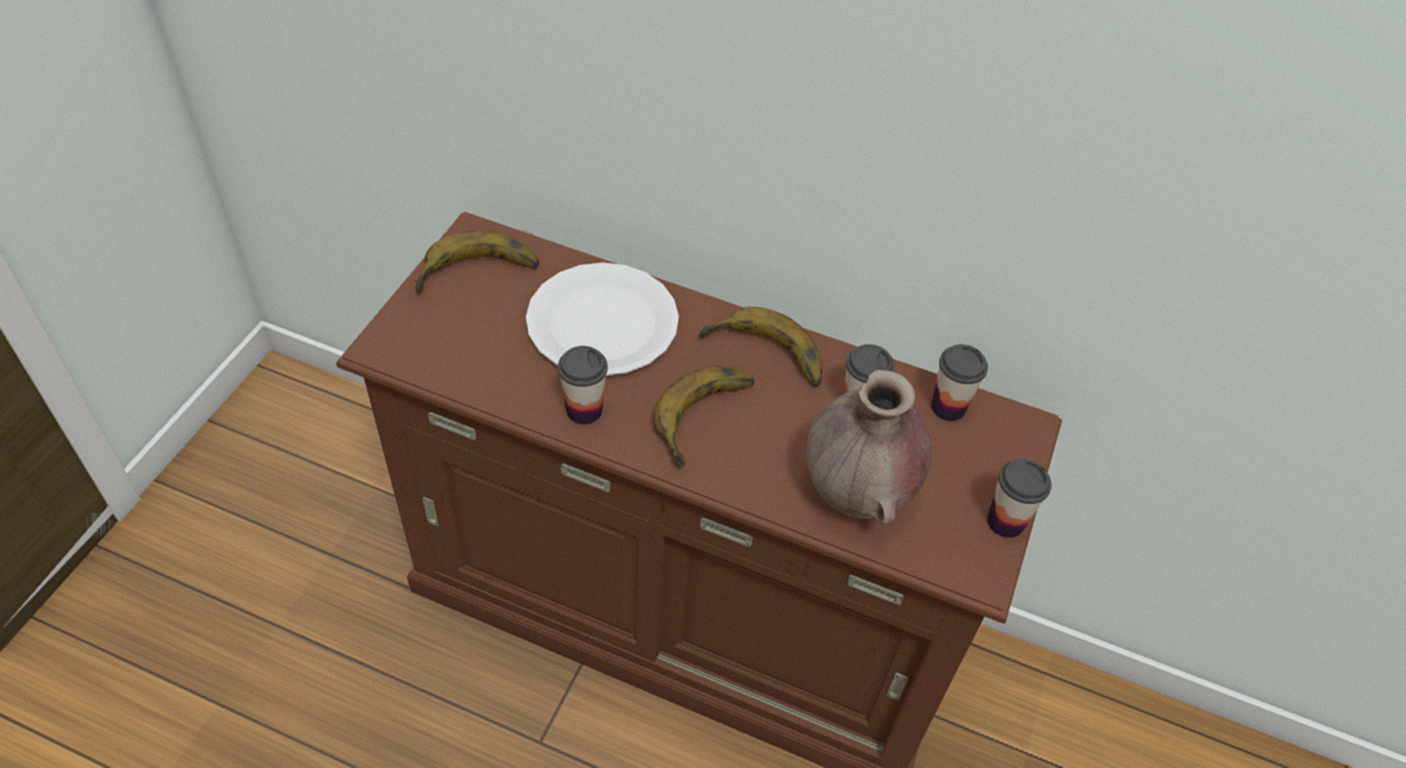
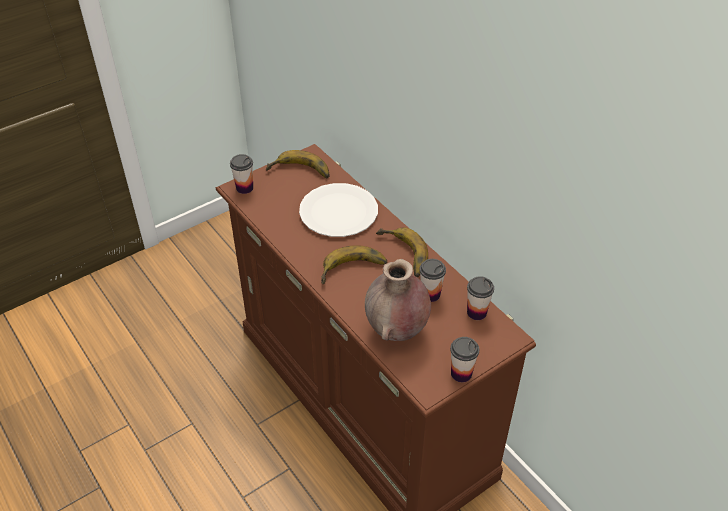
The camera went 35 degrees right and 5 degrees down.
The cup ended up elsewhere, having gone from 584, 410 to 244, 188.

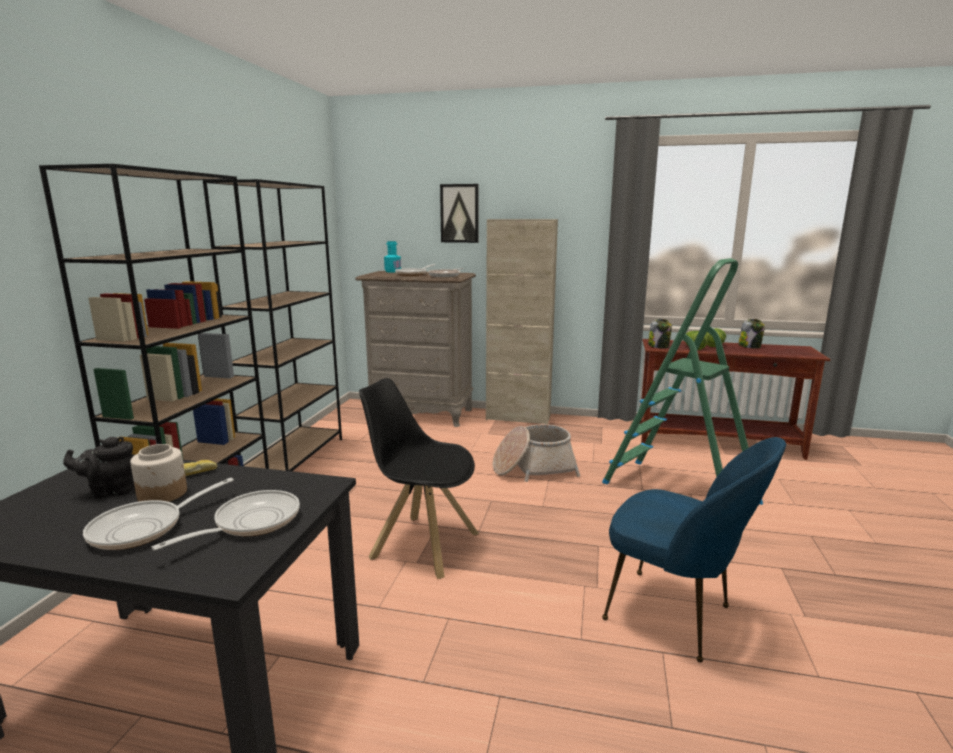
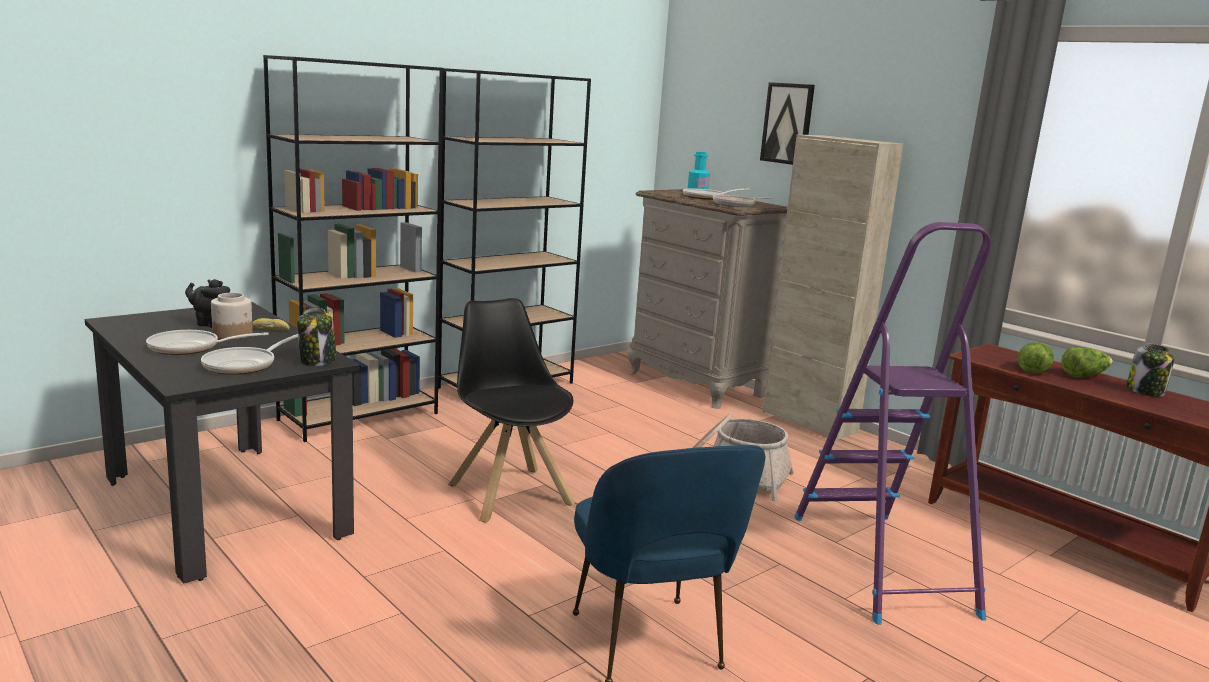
The camera went 35 degrees right and 0 degrees up.
What was the step ladder (green) at 678, 492 turned into the step ladder (purple) at 879, 562.
The jar ended up elsewhere, having gone from 659, 346 to 318, 361.
The frying pan at 250, 523 ended up facing another way, 135 degrees clockwise from before.

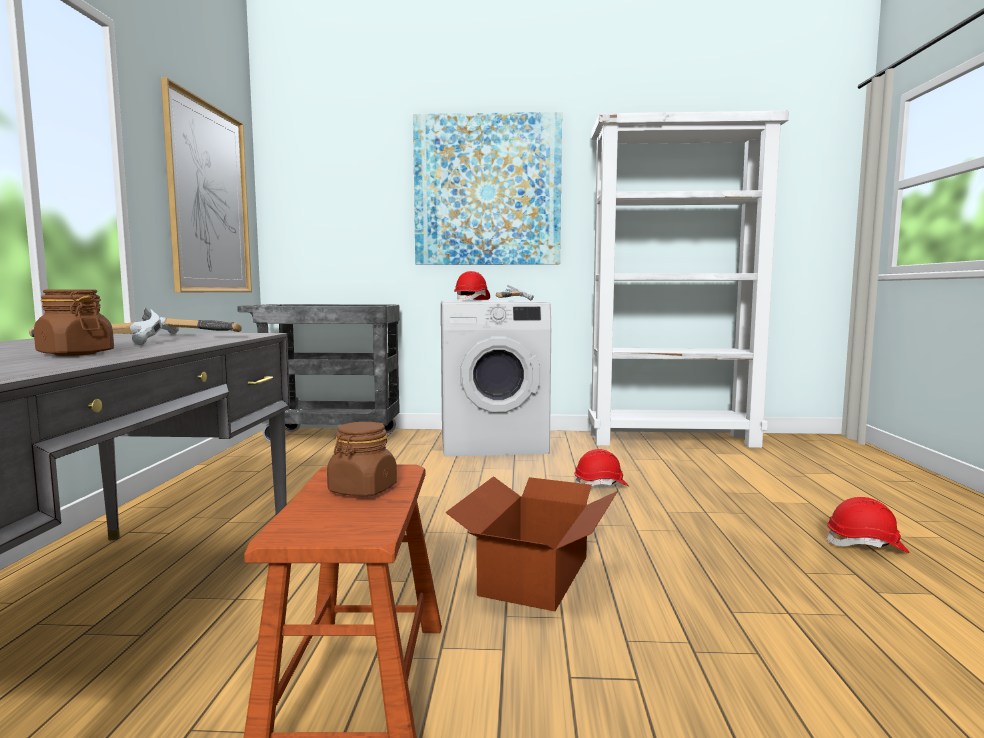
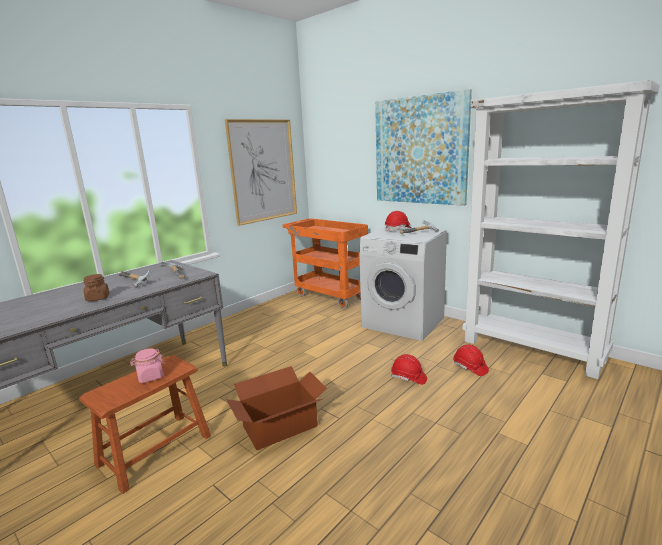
The camera went 40 degrees right and 10 degrees up.
What was the cart (black) at 327, 437 turned into the cart (orange) at 328, 297.
What was the jar (brown) at 362, 490 turned into the jar (pink) at 150, 377.
The hard hat (red) ended up elsewhere, having gone from 866, 545 to 470, 368.

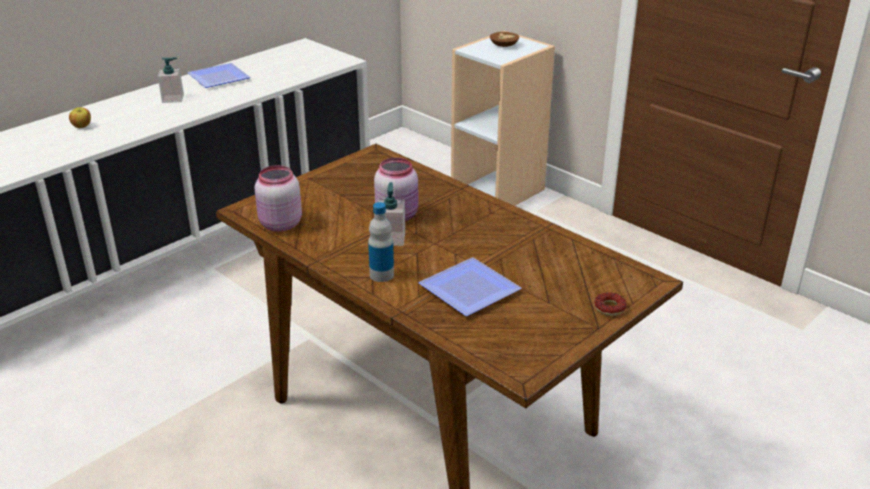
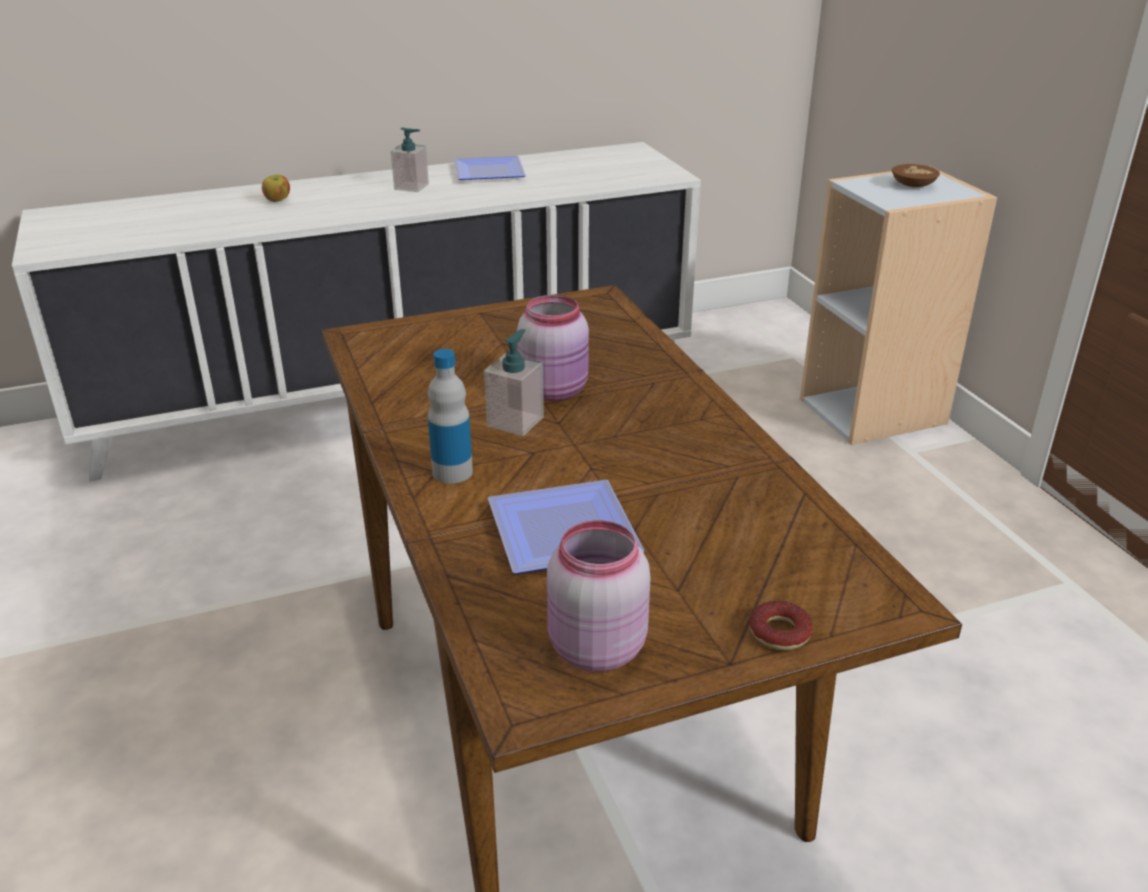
The camera went 25 degrees right and 0 degrees up.
The jar (pink) ended up elsewhere, having gone from 279, 225 to 594, 648.

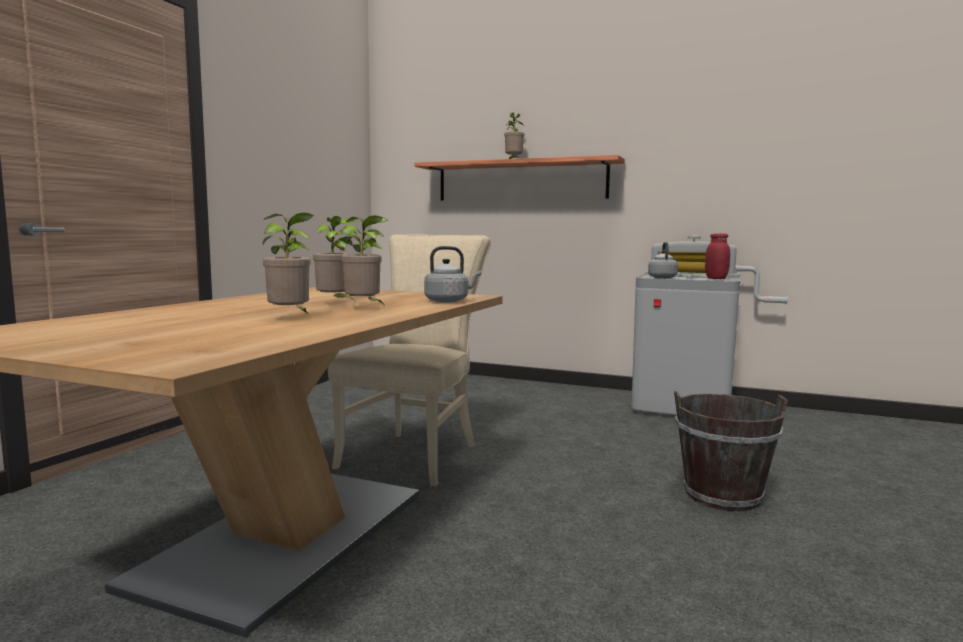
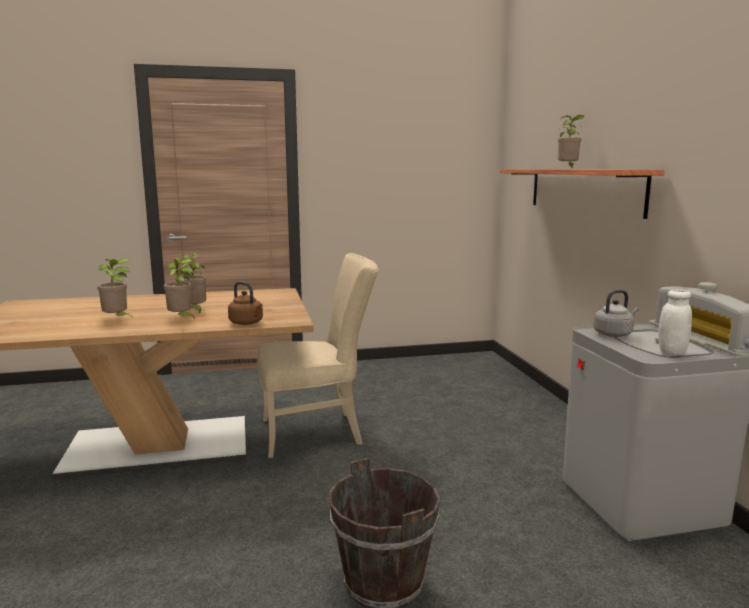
The camera went 55 degrees right and 5 degrees up.
What was the jar (red) at 716, 279 turned into the jar (white) at 672, 352.
What was the kettle (grey) at 449, 301 turned into the kettle (brown) at 247, 323.

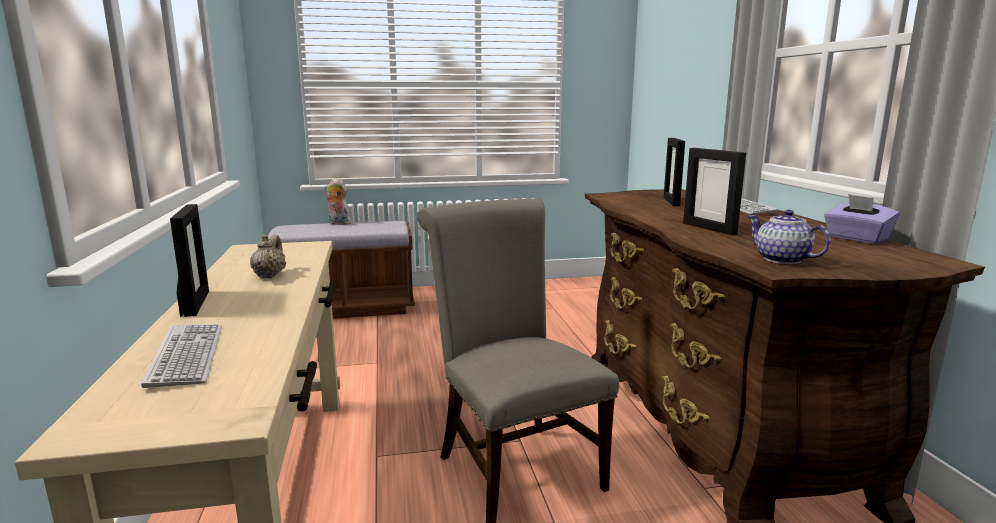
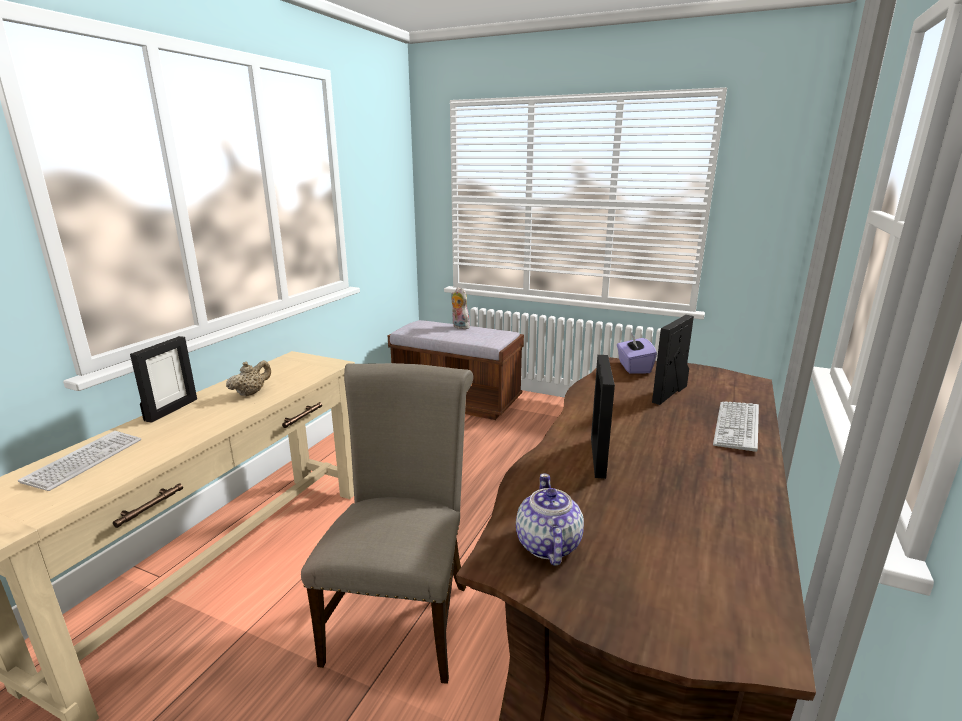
The camera went 35 degrees right and 5 degrees up.
The tissue box (purple) ended up elsewhere, having gone from 856, 239 to 633, 367.

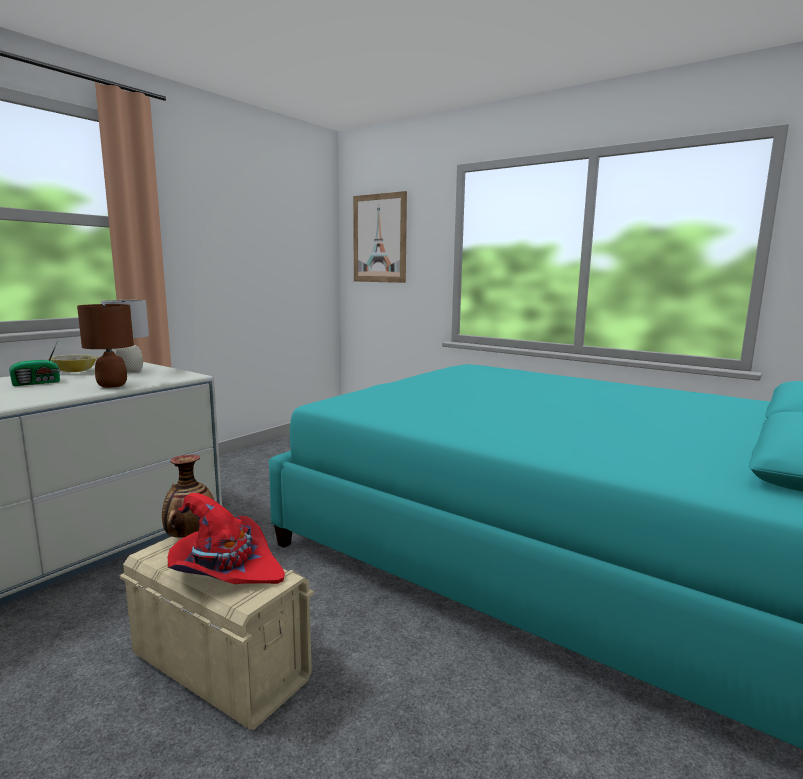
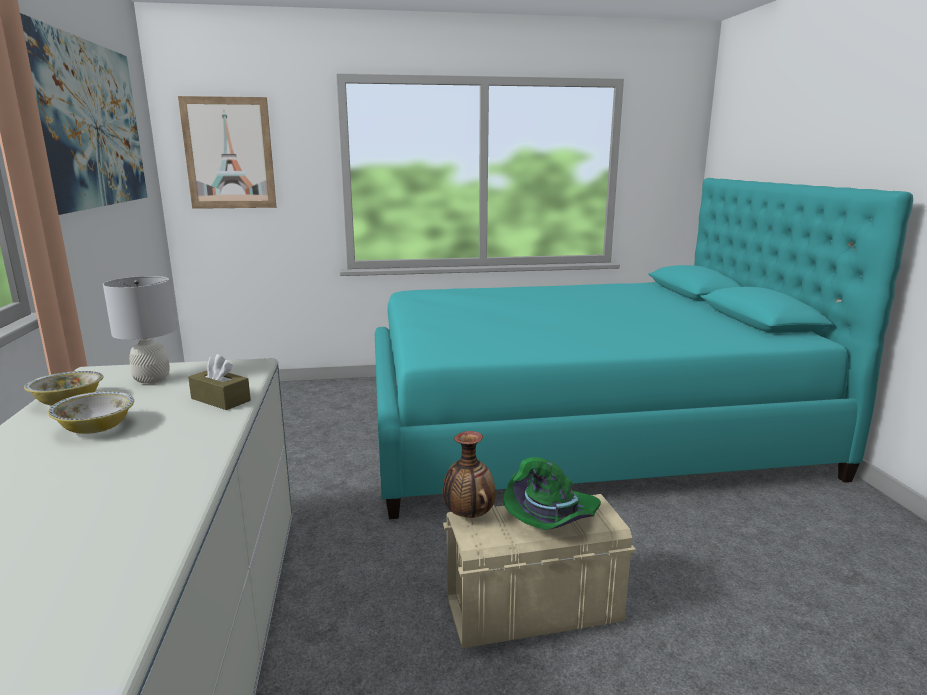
The camera went 45 degrees left and 5 degrees up.
Where the table lamp (brown) stood at 111, 386, the tissue box (brown) came to stand at 220, 399.
Where the radio stood at 38, 383, the bowl came to stand at 96, 428.
What was the hat (red) at 225, 570 turned into the hat (green) at 551, 517.
The second view gained the picture at 88, 124.

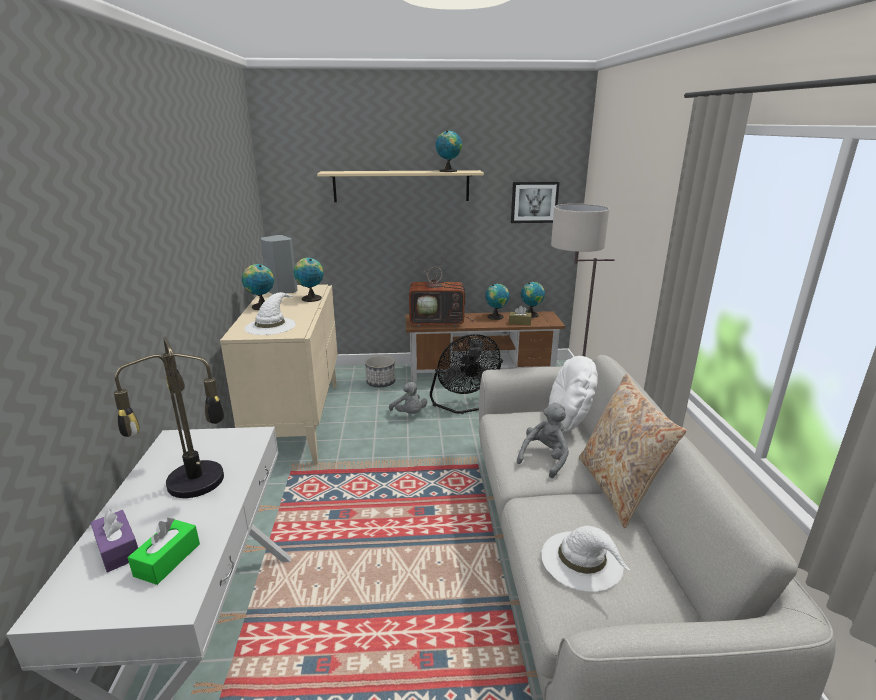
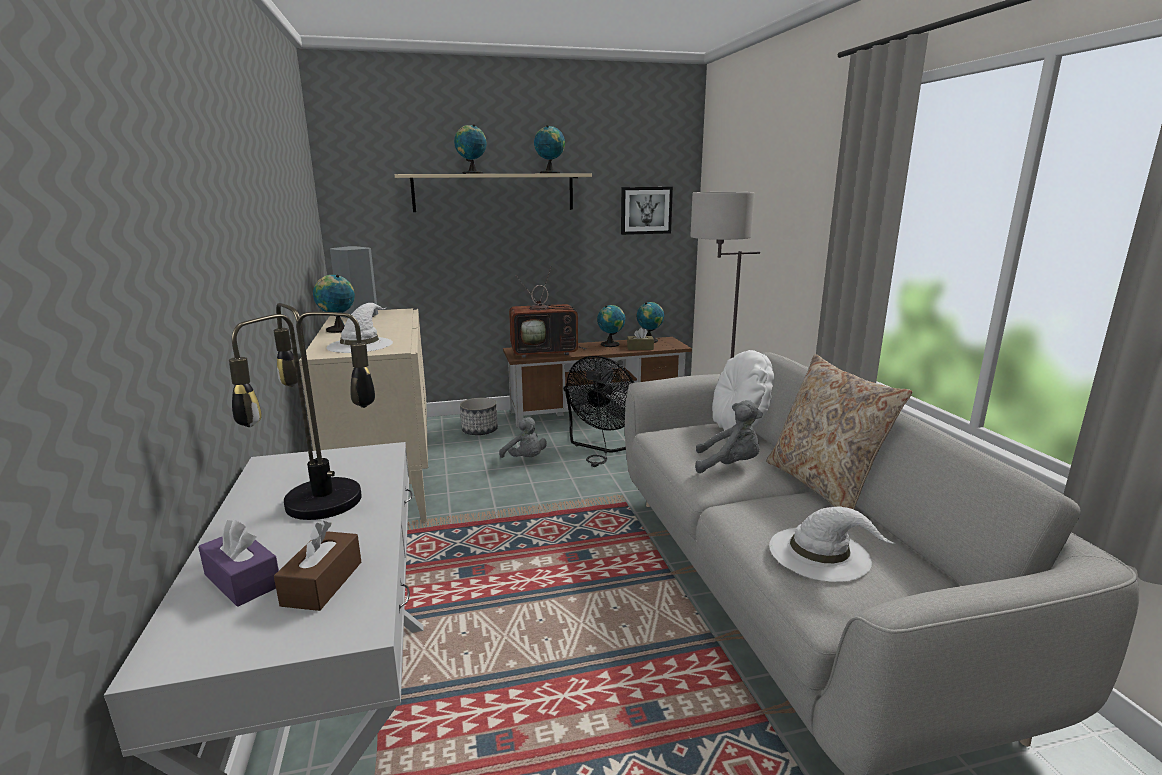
The camera went 10 degrees left and 5 degrees down.
The globe ended up elsewhere, having gone from 310, 298 to 471, 173.
The fan (black) at 473, 406 ended up facing another way, 60 degrees clockwise from before.
The plush toy (grey) at 545, 458 ended up facing another way, 75 degrees clockwise from before.
What was the tissue box (green) at 167, 559 turned into the tissue box (brown) at 322, 583.

